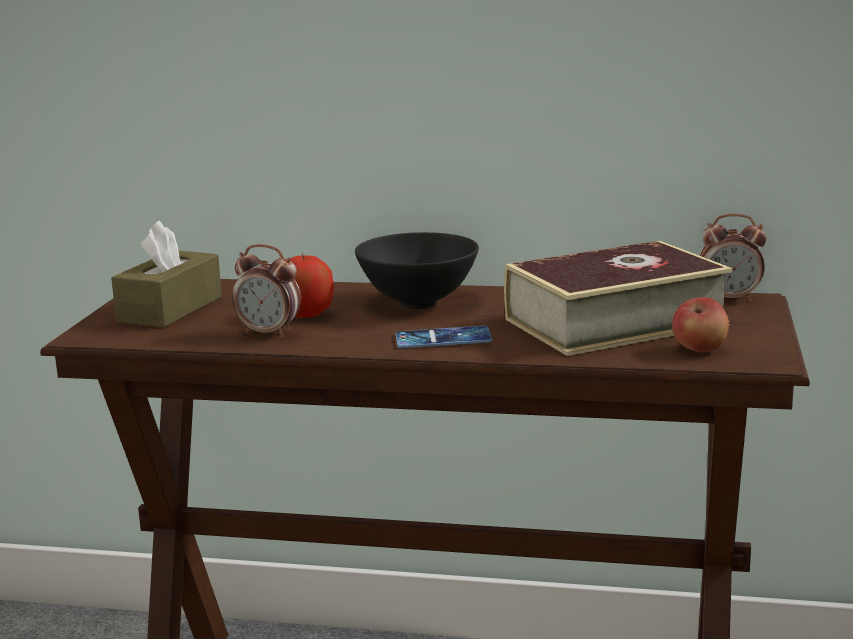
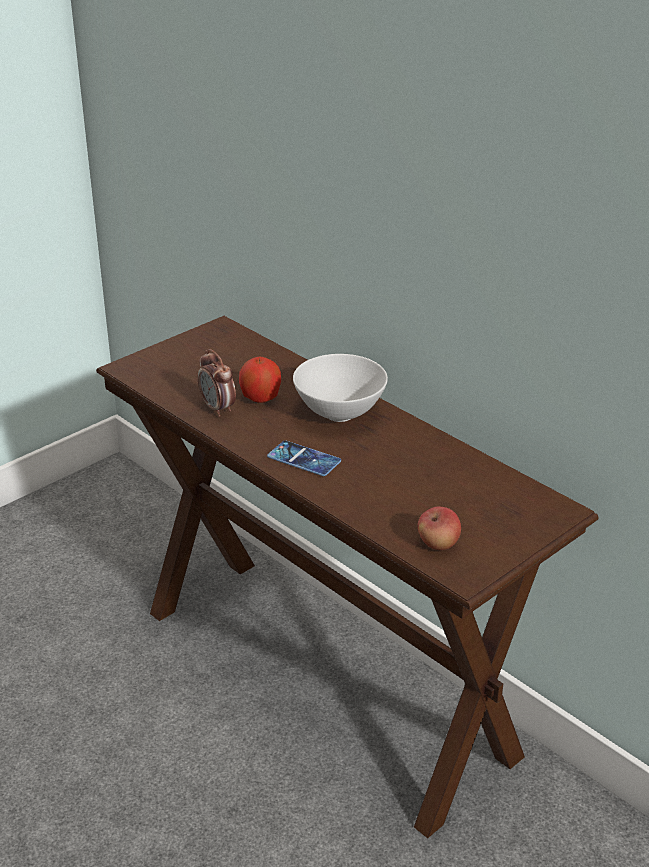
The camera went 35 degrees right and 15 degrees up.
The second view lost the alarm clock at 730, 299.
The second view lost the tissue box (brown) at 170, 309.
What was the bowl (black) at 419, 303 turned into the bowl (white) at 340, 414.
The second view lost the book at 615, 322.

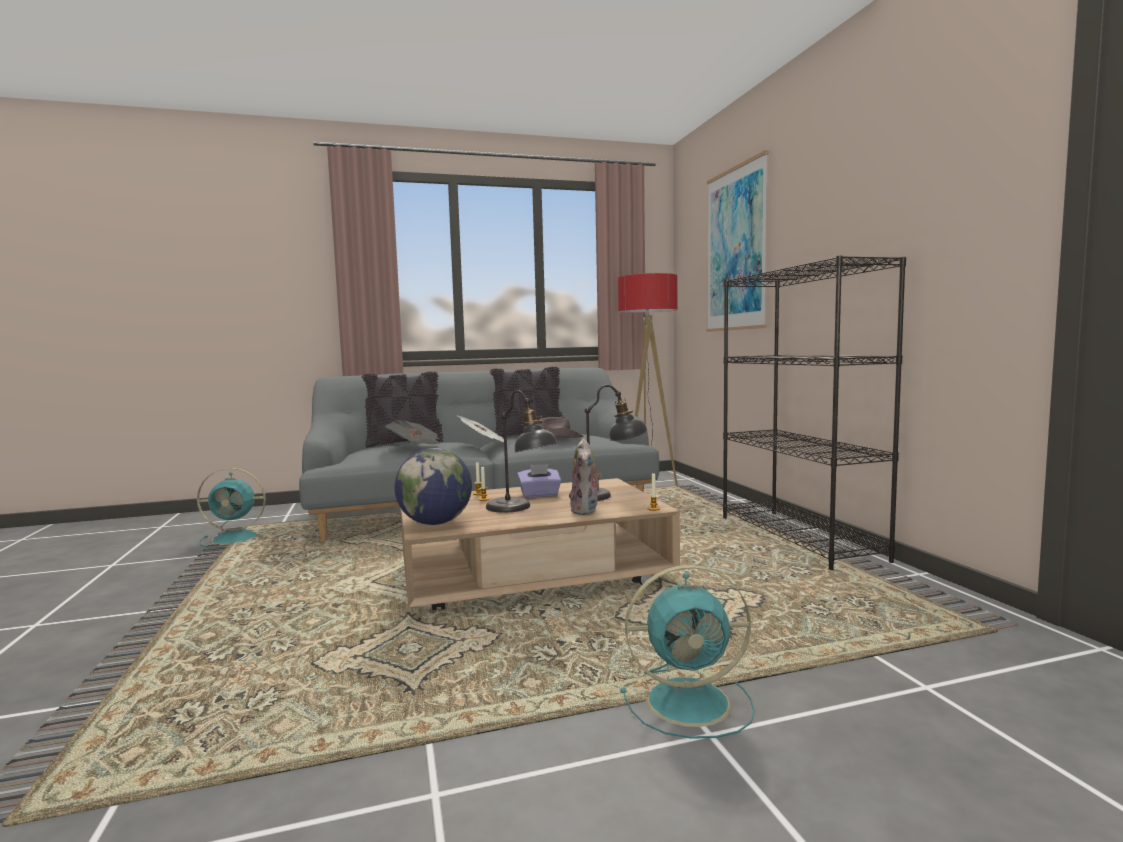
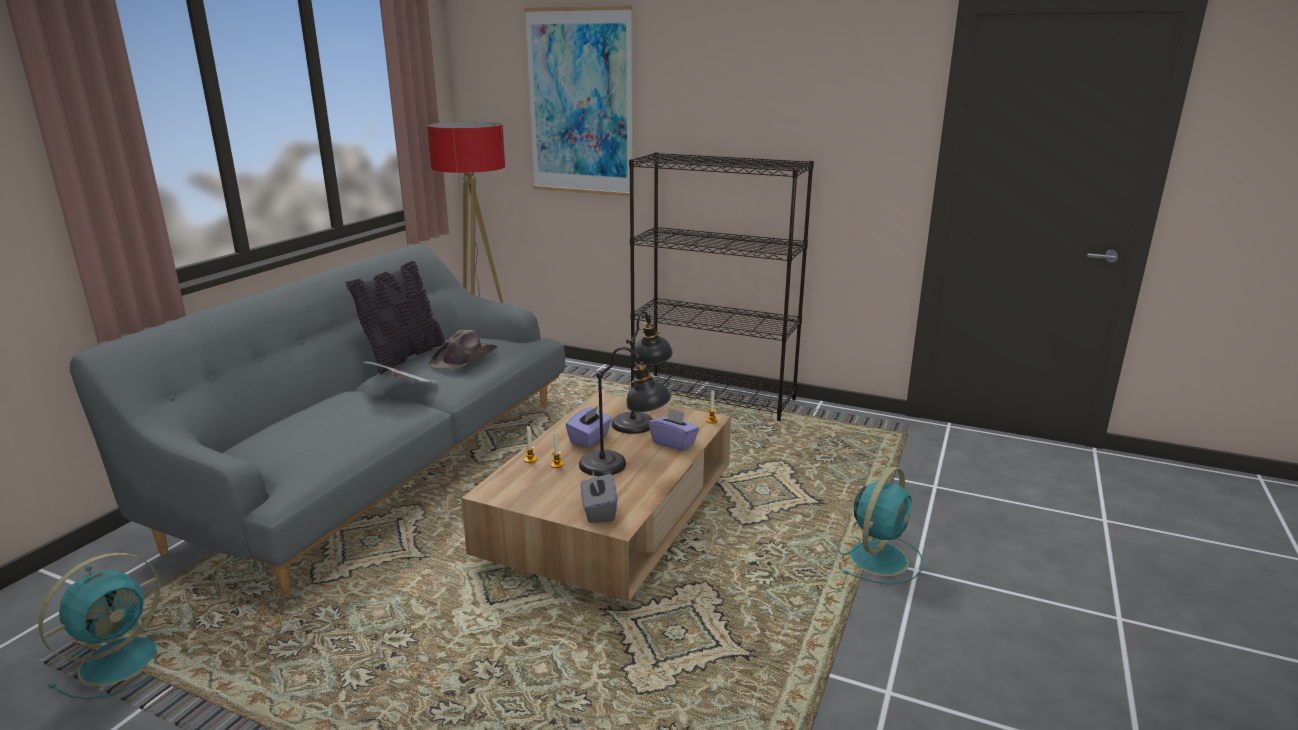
The camera went 50 degrees left and 15 degrees up.
The second view lost the pillow (black) at 404, 443.
The second view lost the newspaper at 416, 448.
Where the plush toy stood at 586, 511, the tissue box (purple) came to stand at 674, 443.
Where the globe stood at 435, 523, the tissue box (grey) came to stand at 598, 511.

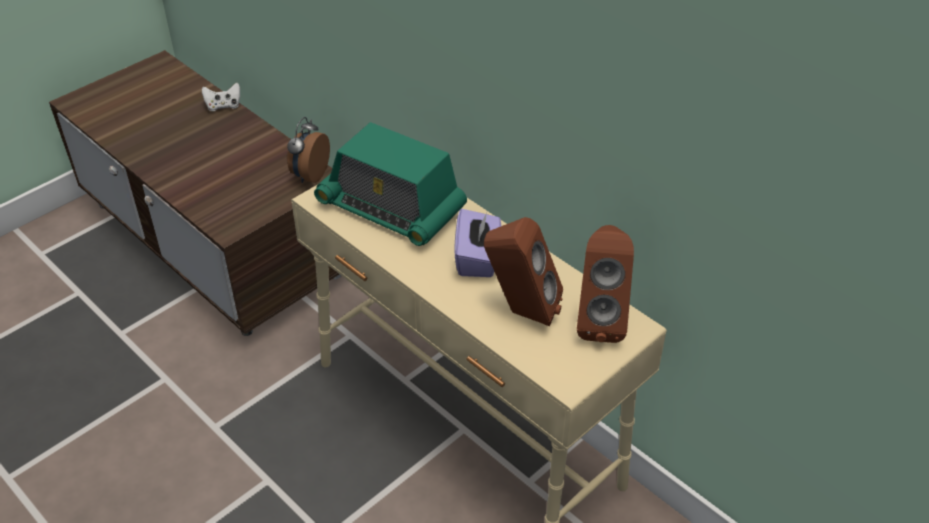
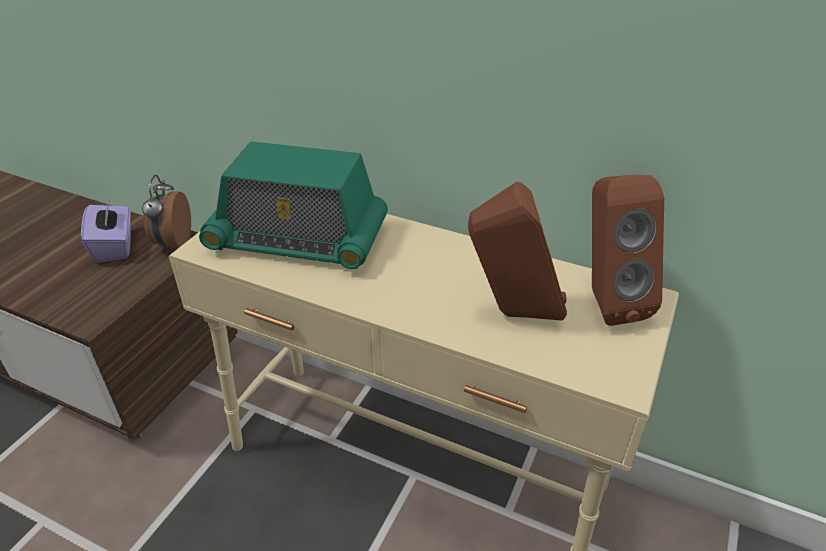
The camera went 20 degrees left and 5 degrees down.
The second view lost the game controller (white) at 223, 106.
The tissue box (purple) ended up elsewhere, having gone from 478, 259 to 115, 246.

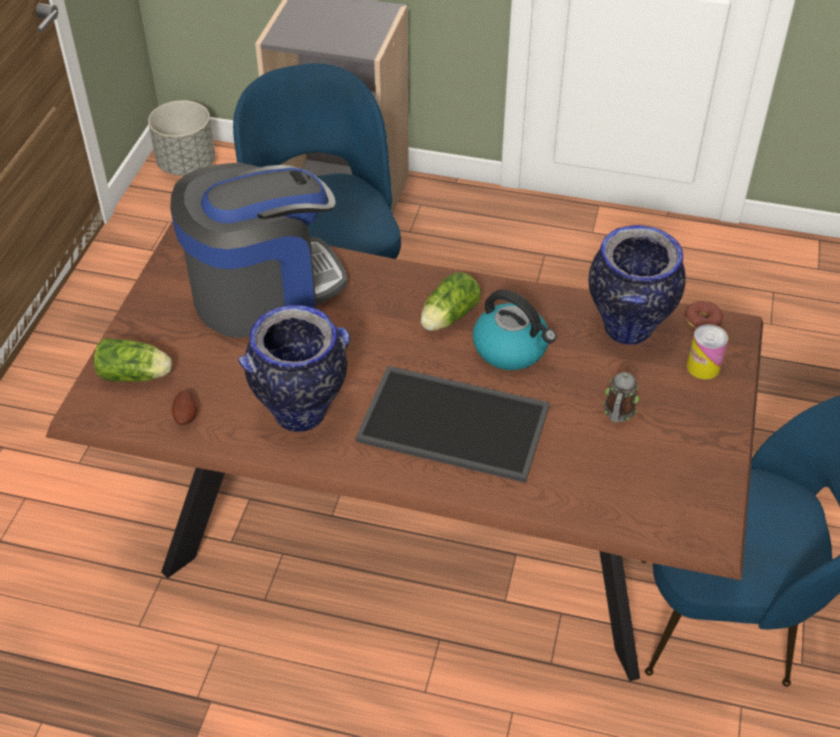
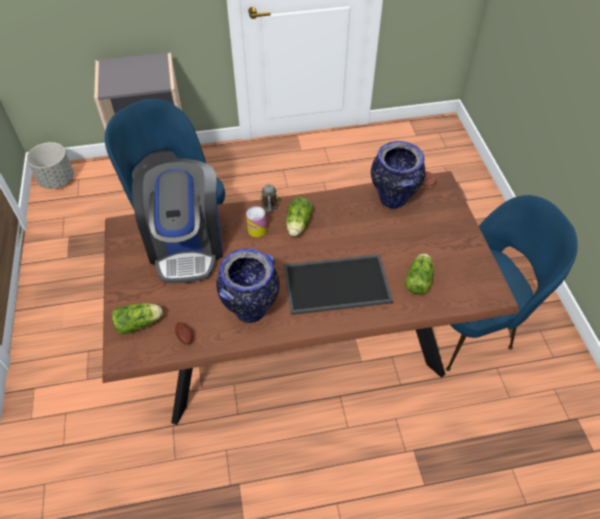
The camera went 25 degrees left and 5 degrees up.
The coffee machine at 264, 292 ended up facing another way, 135 degrees clockwise from before.
The second view lost the kettle at 511, 349.
The can ended up elsewhere, having gone from 703, 367 to 257, 230.
The mug ended up elsewhere, having gone from 618, 413 to 269, 207.
The second view gained the lettuce at 419, 279.

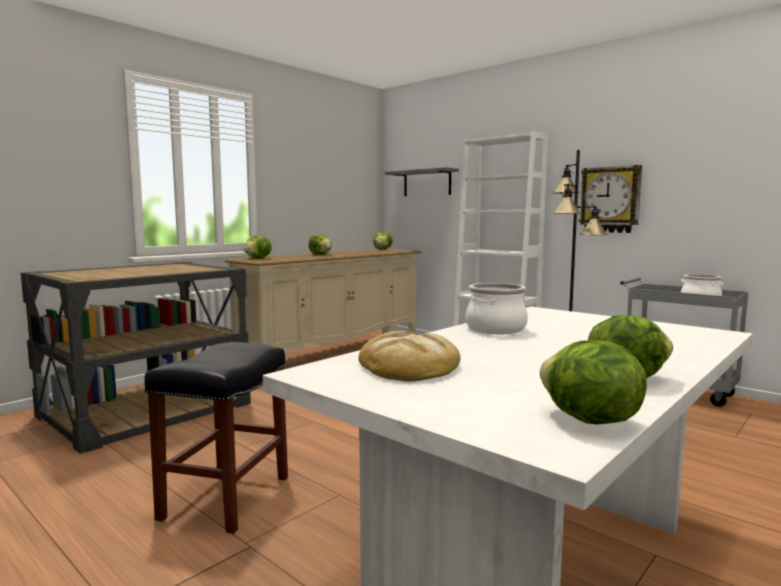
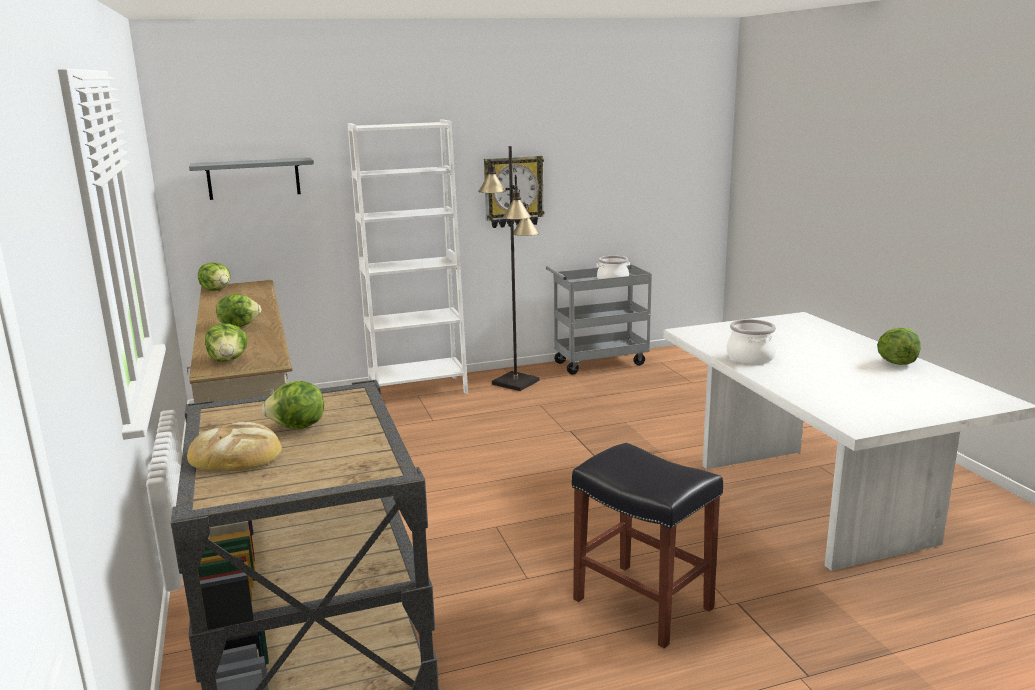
The camera went 60 degrees left and 10 degrees up.
The bread ended up elsewhere, having gone from 409, 365 to 236, 454.
The lettuce ended up elsewhere, having gone from 588, 420 to 298, 427.

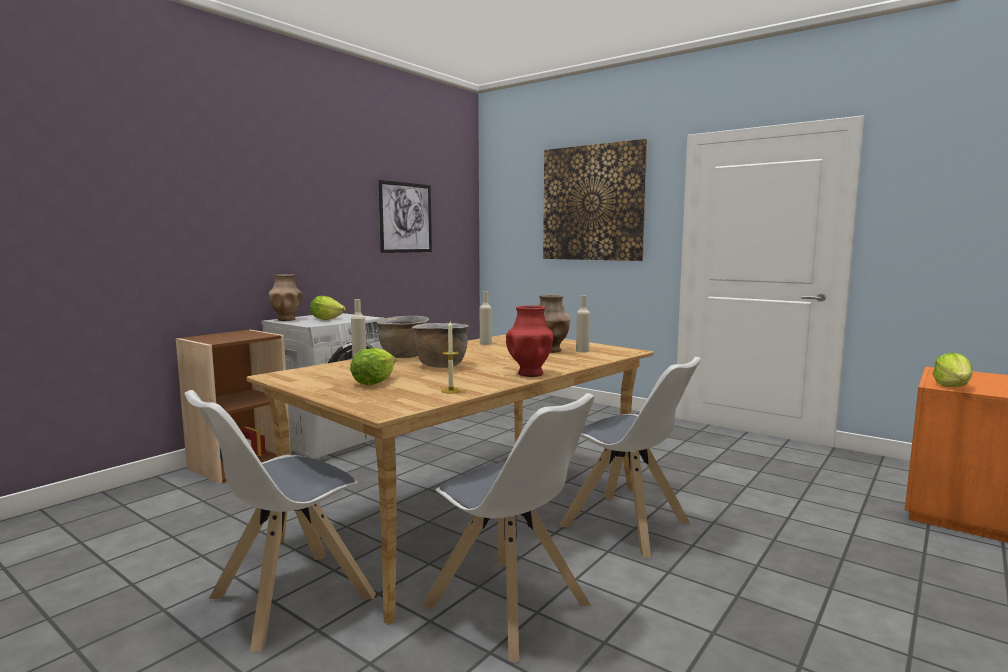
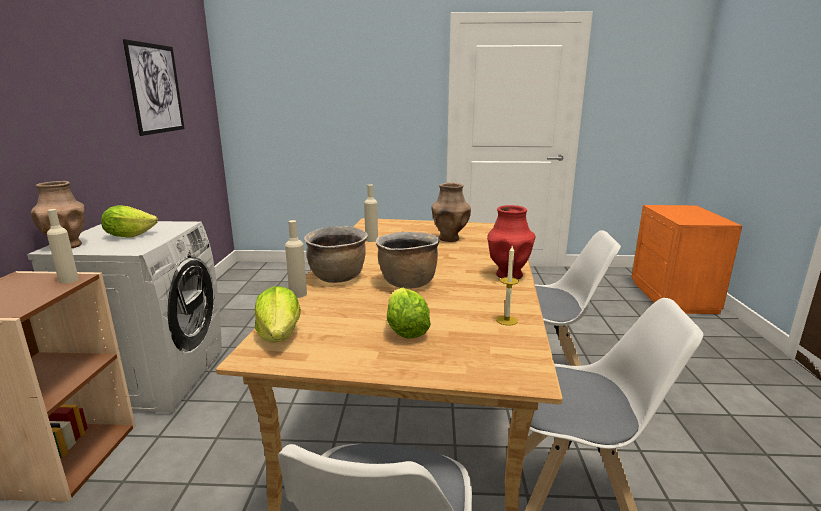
The camera went 35 degrees left and 10 degrees up.
The second view lost the picture at 592, 203.
The bottle (beige) ended up elsewhere, having gone from 582, 351 to 68, 280.
The lettuce ended up elsewhere, having gone from 952, 386 to 279, 335.

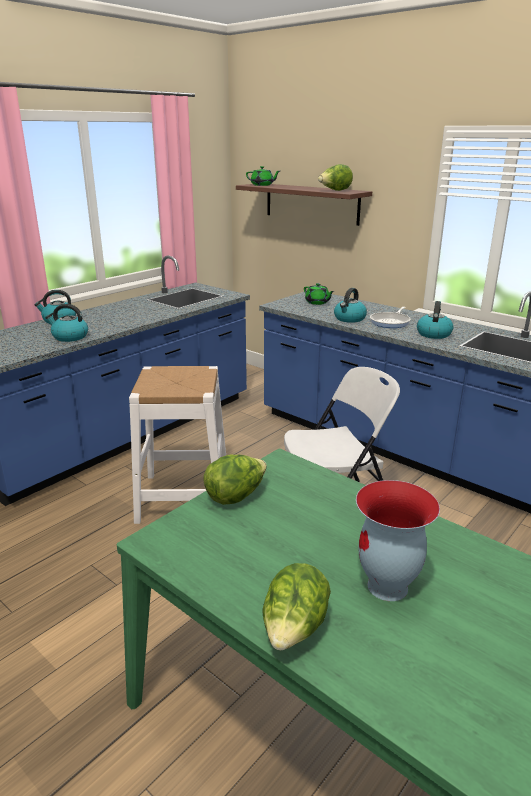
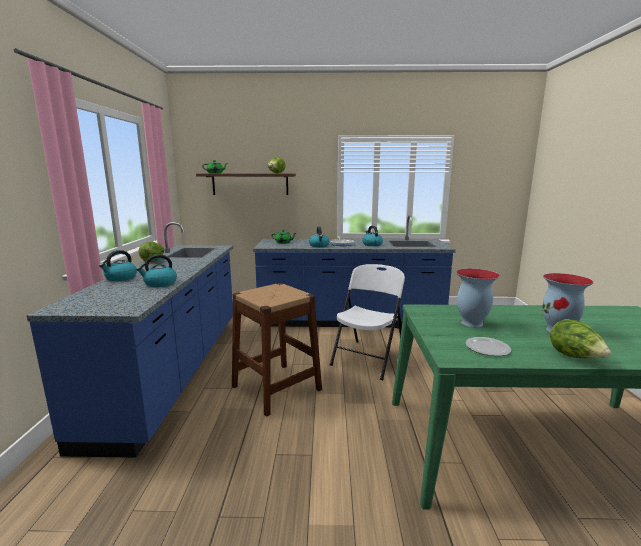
The camera went 40 degrees left and 10 degrees down.
What was the stool (white) at 184, 497 turned into the stool (brown) at 276, 388.
The lettuce ended up elsewhere, having gone from 236, 496 to 153, 261.
The second view gained the vase at 471, 323.
The second view gained the plate at 487, 348.

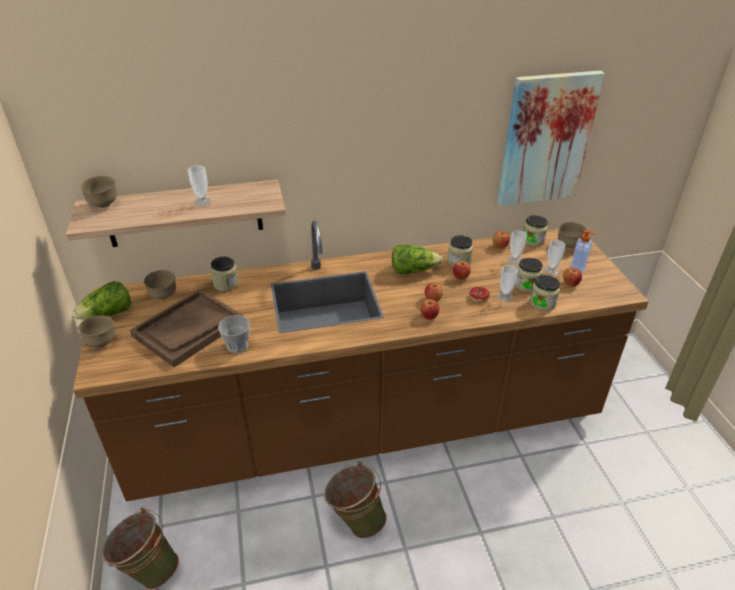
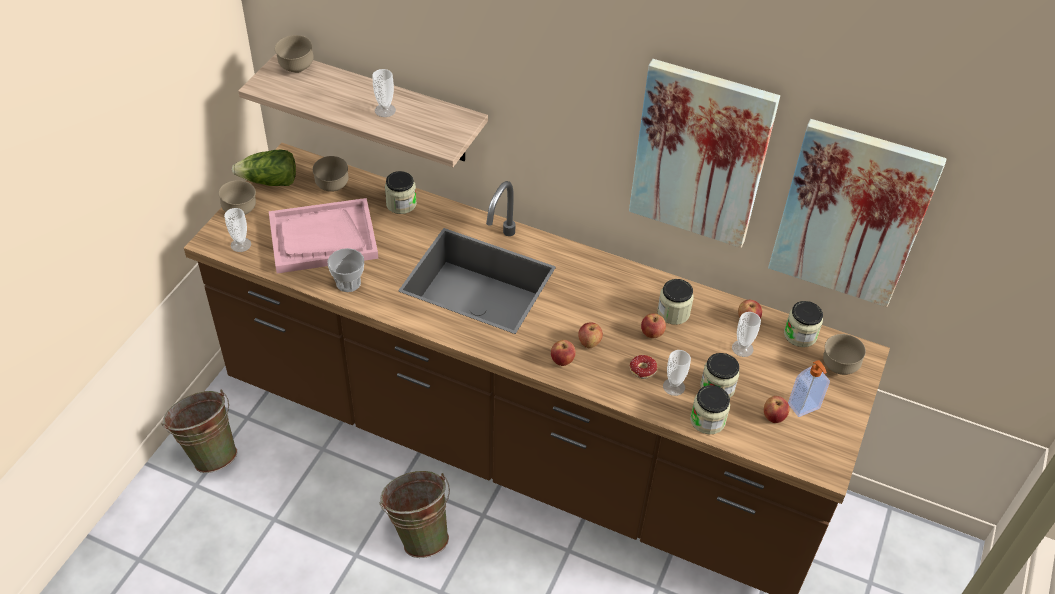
The camera went 35 degrees right and 10 degrees up.
The cup ended up elsewhere, having gone from 551, 270 to 241, 245.
The second view lost the lettuce at 413, 270.
What was the tray (brown) at 188, 329 turned into the tray (pink) at 323, 238.
The second view gained the picture at 700, 154.

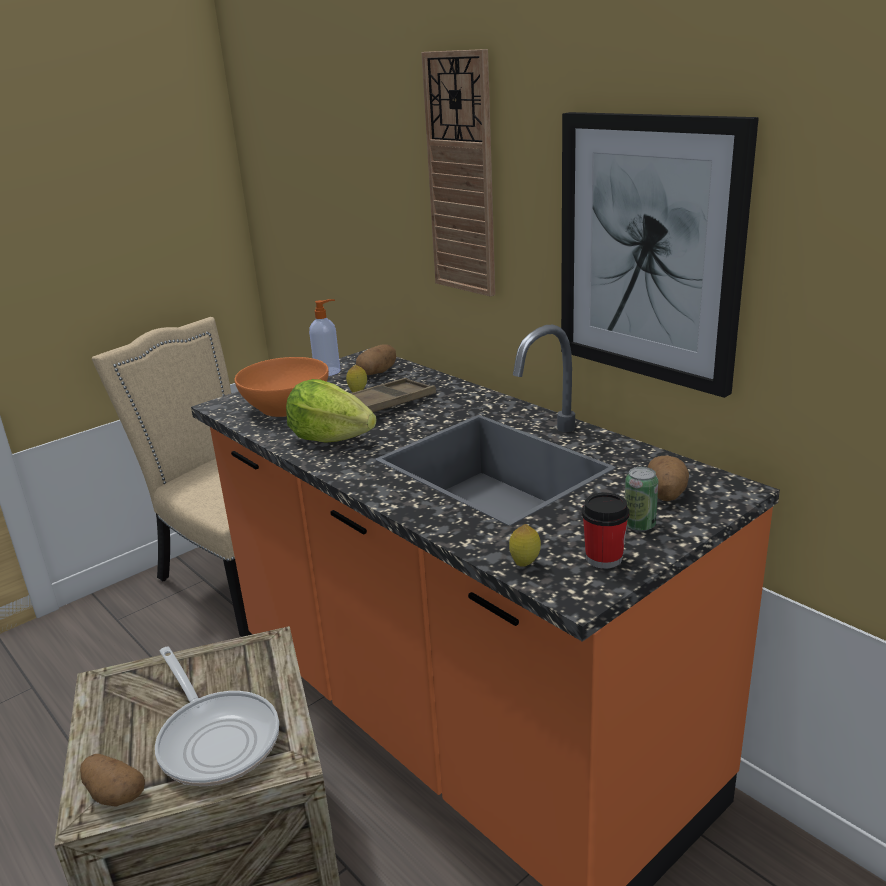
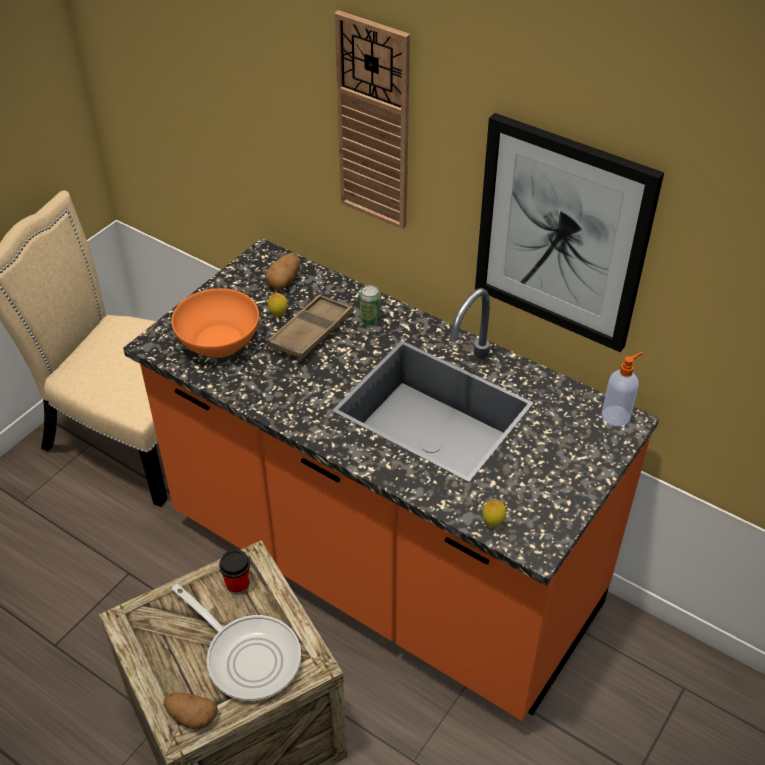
The camera went 15 degrees left and 20 degrees up.
The soap dispenser ended up elsewhere, having gone from 328, 371 to 616, 415.
The second view lost the lettuce at 331, 438.
The second view lost the potato at 666, 494.
The can ended up elsewhere, having gone from 639, 525 to 370, 320.
The cup ended up elsewhere, having gone from 604, 558 to 238, 584.

